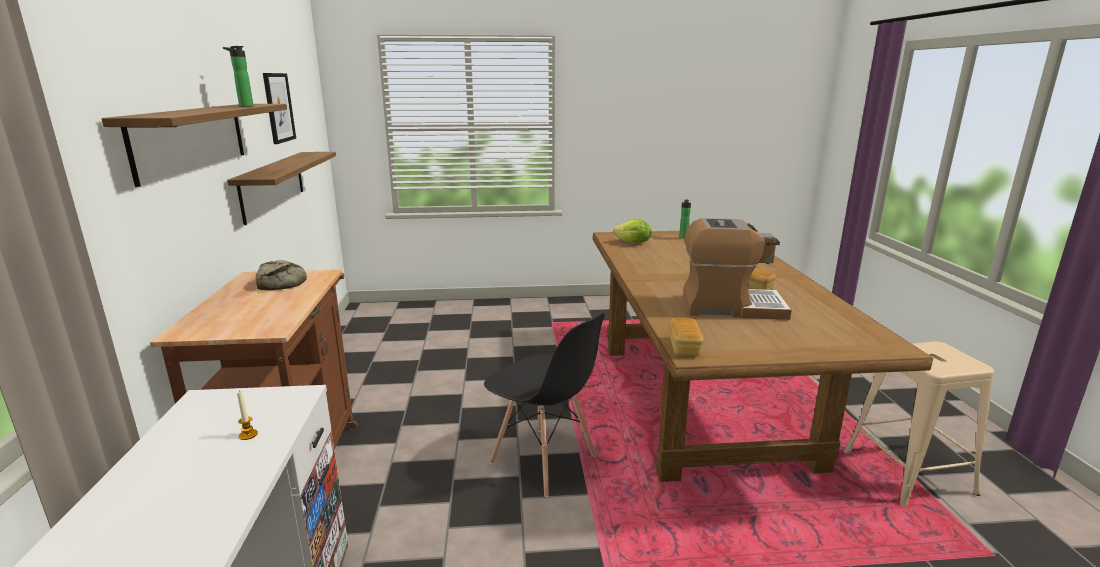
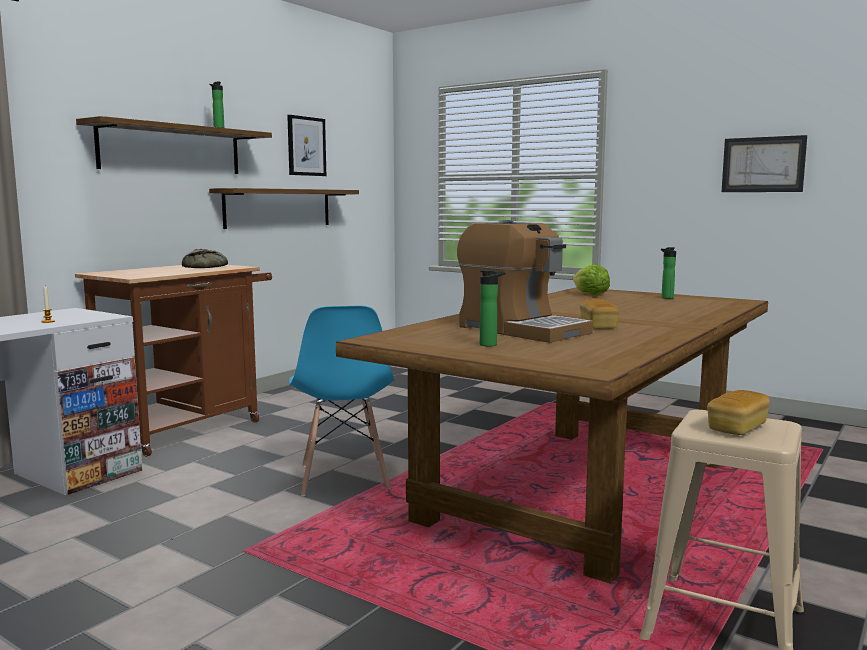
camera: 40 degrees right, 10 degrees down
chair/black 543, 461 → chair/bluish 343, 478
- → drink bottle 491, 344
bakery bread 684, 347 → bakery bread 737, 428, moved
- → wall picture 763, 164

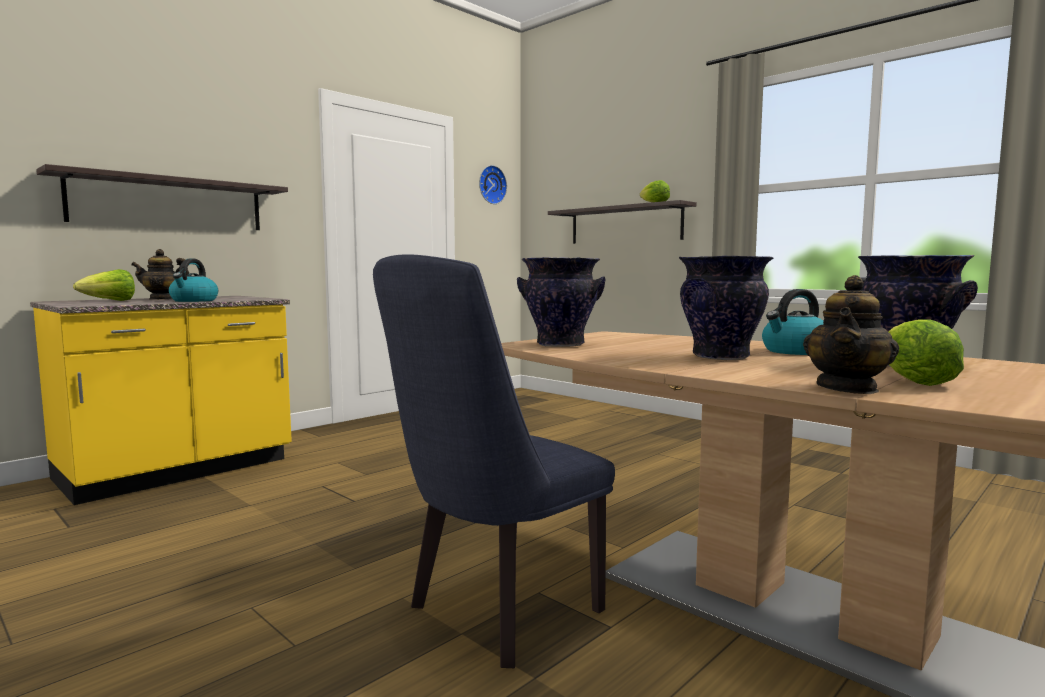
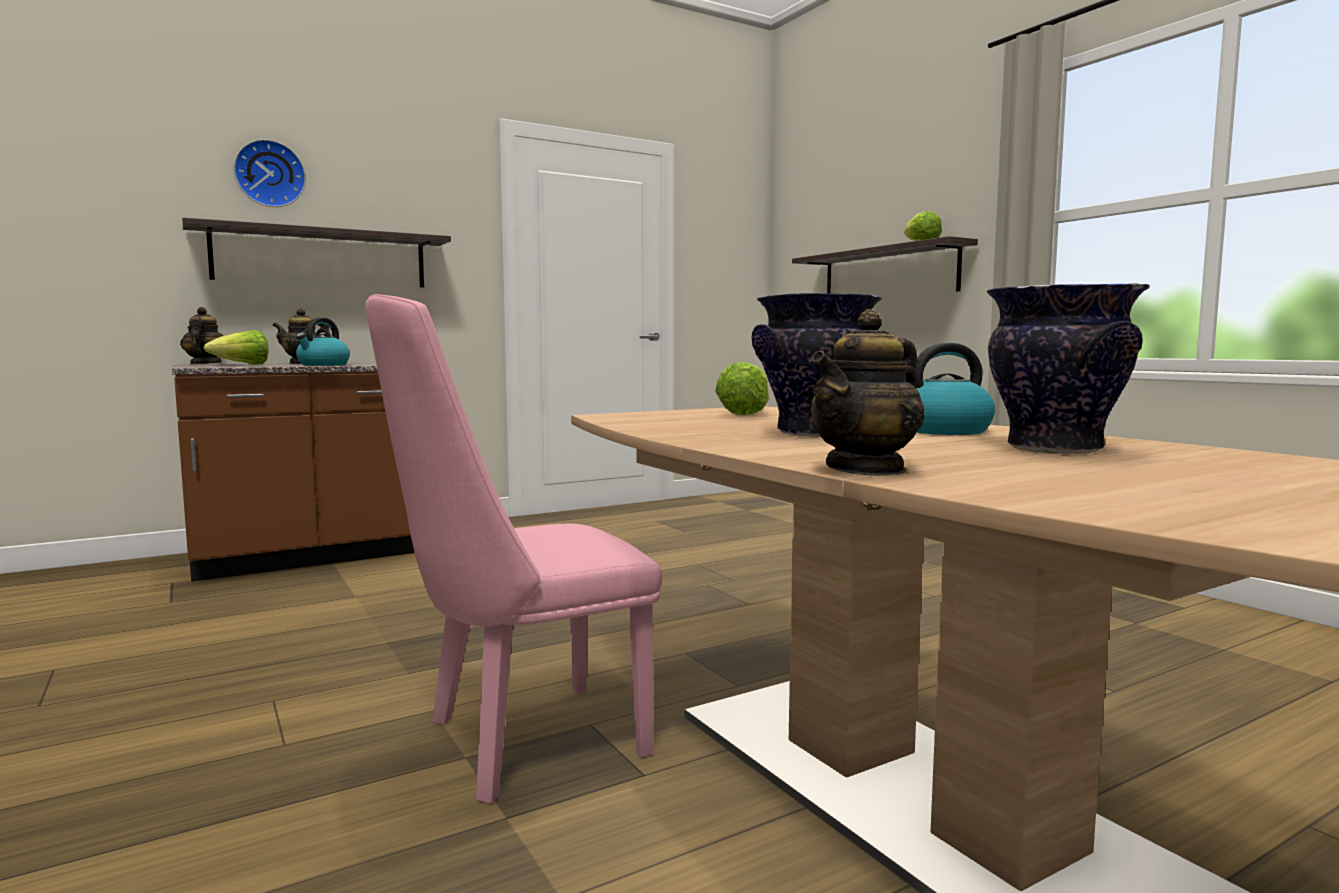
camera: 15 degrees right, 0 degrees up
kitchen base unit/yellow-coloured 176, 470 → kitchen base unit/brownish 311, 555
- → pot for tea 205, 364
wall clock 491, 185 → wall clock 269, 174, moved
chair/bluish 494, 615 → chair/pink-coloured 517, 743
head of lettuce 913, 382 → head of lettuce 744, 414, moved
flower vase 560, 345 → -

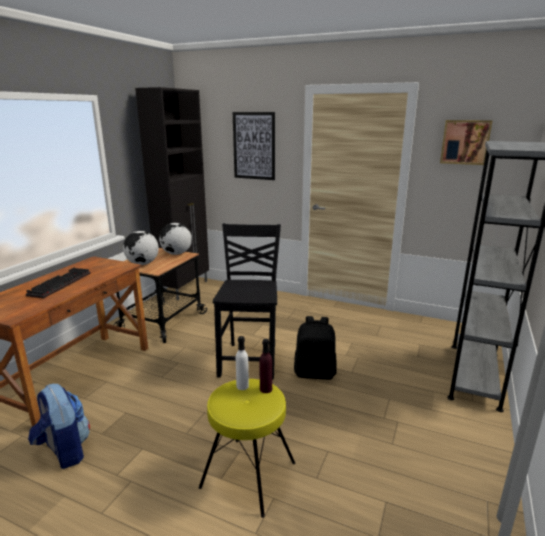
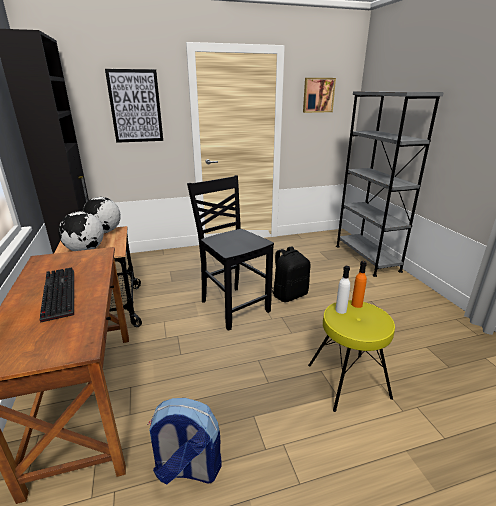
camera: 40 degrees left, 5 degrees up
drink bottle/purplish 266, 389 → drink bottle/orangey 356, 304

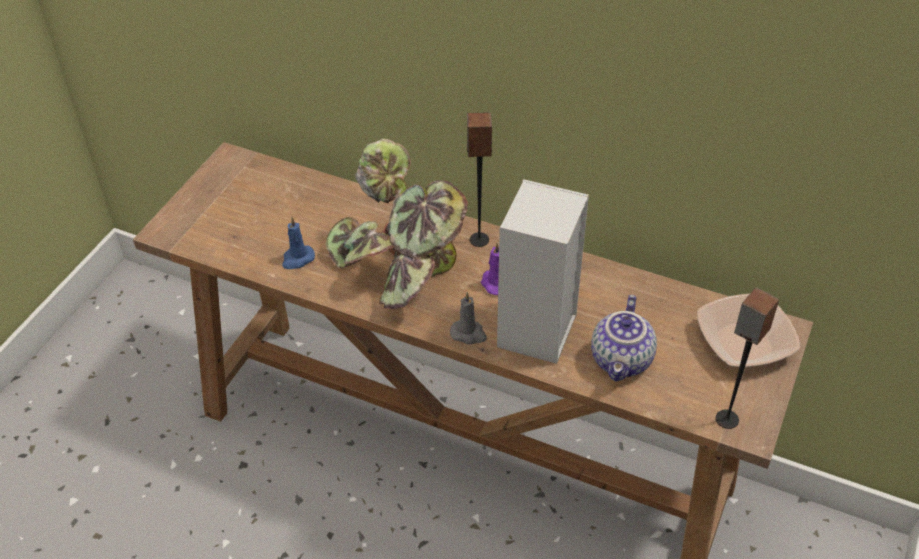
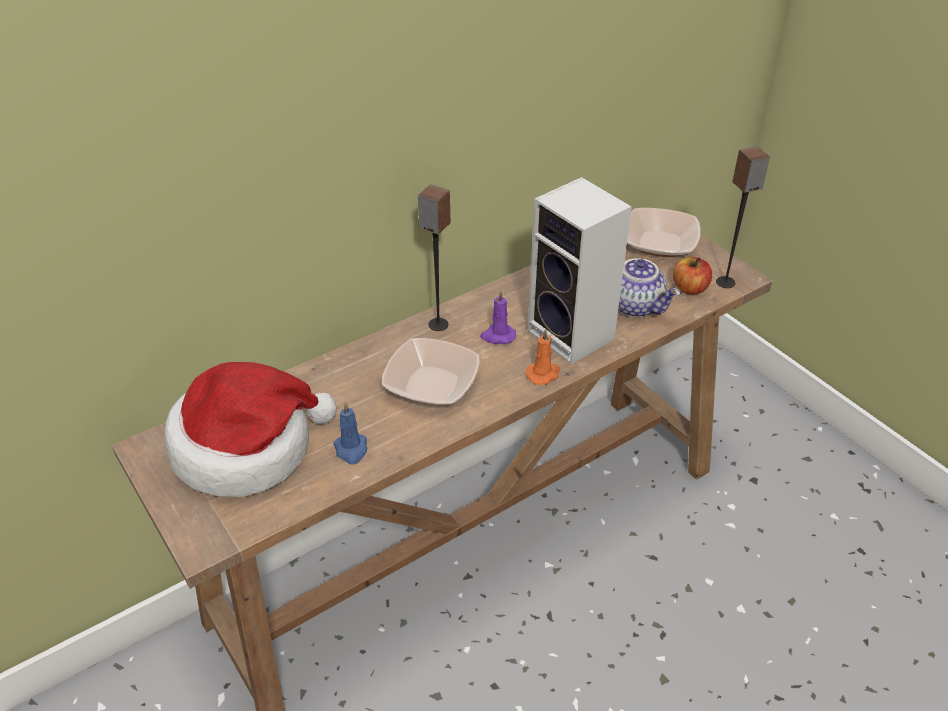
camera: 60 degrees left, 5 degrees down
- → hat 247, 447
potted plant 401, 270 → deep dish 432, 385
wax light/gray 469, 333 → wax light/orangey 543, 374
- → apple fruit 689, 288

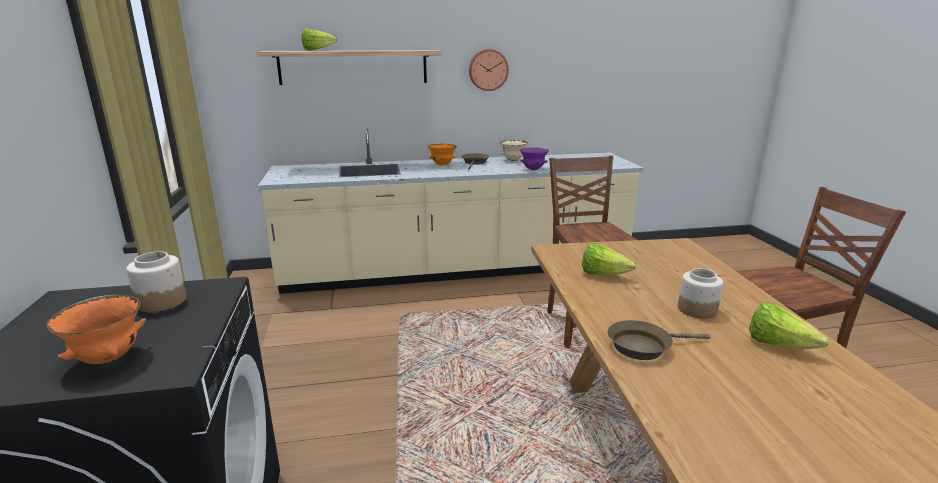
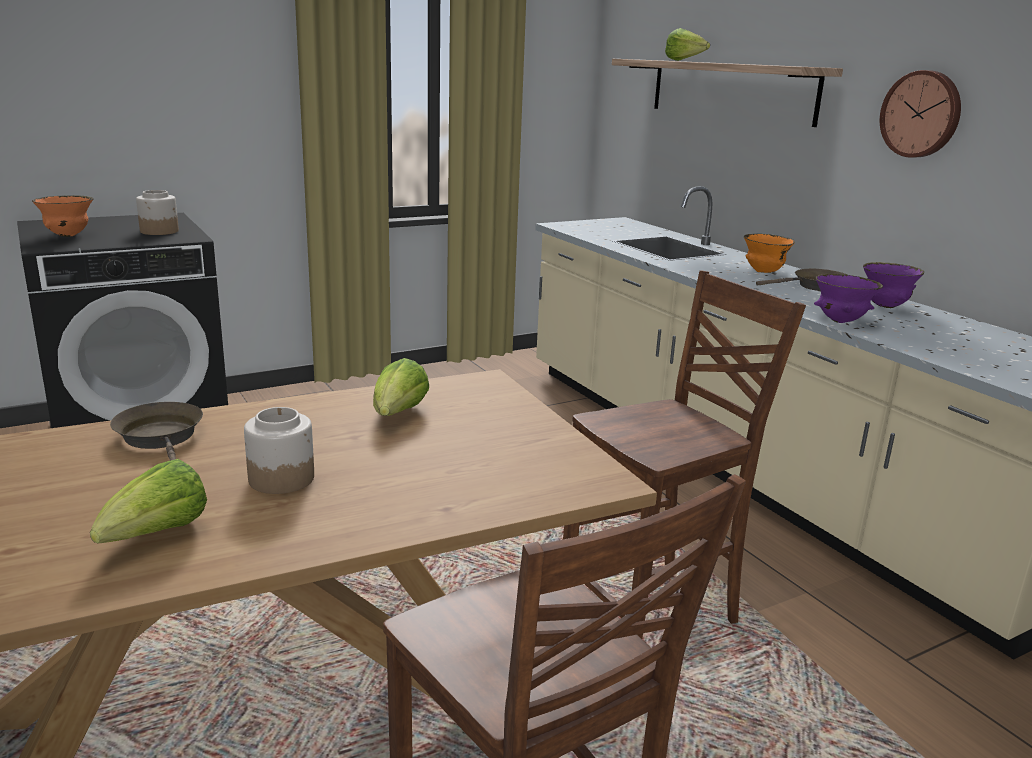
camera: 70 degrees right, 0 degrees up
deep dish/beige 513, 160 → deep dish/purplish 885, 306

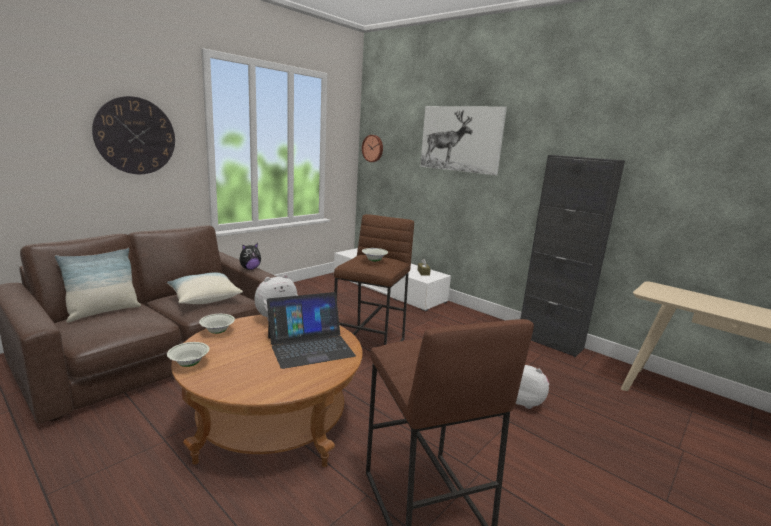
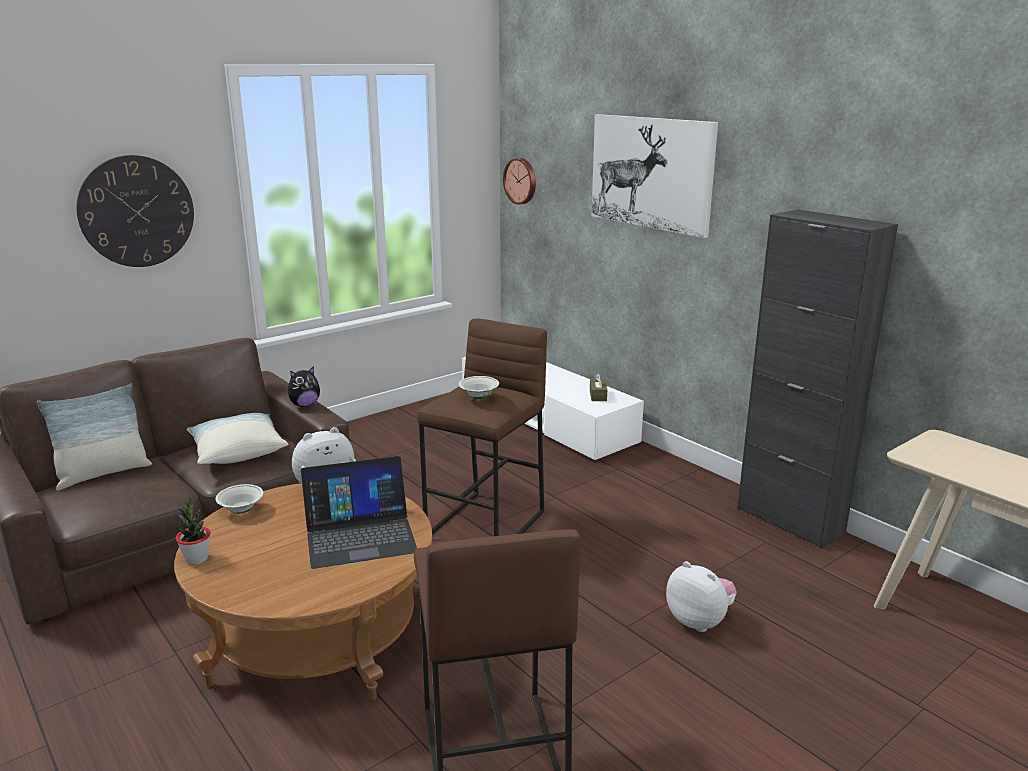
camera: 10 degrees right, 5 degrees up
deep dish/white-coloured 189, 364 → potted plant 196, 559

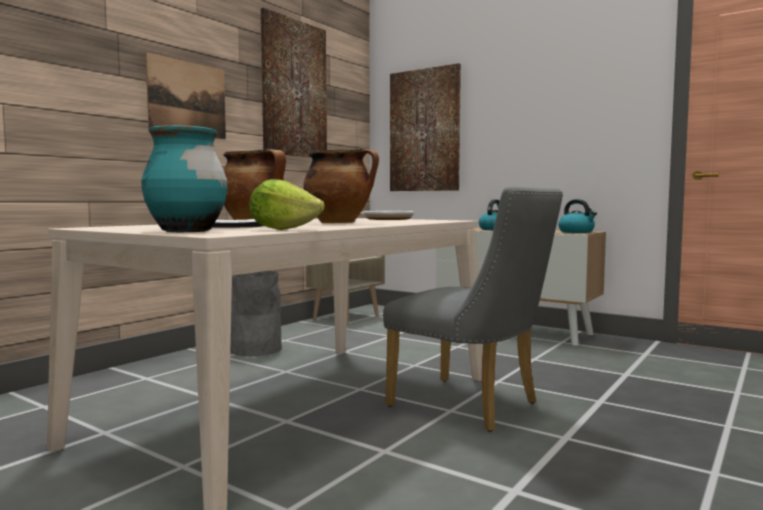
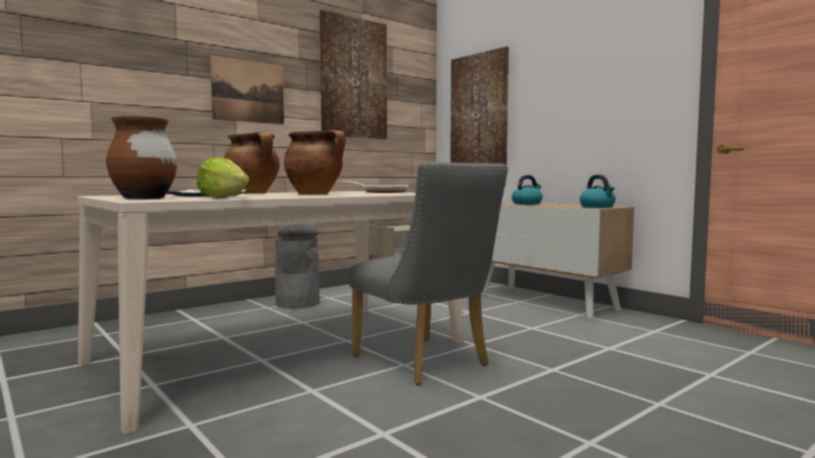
camera: 15 degrees right, 0 degrees up
flower vase/turquoise 187, 231 → flower vase/brownish 144, 198

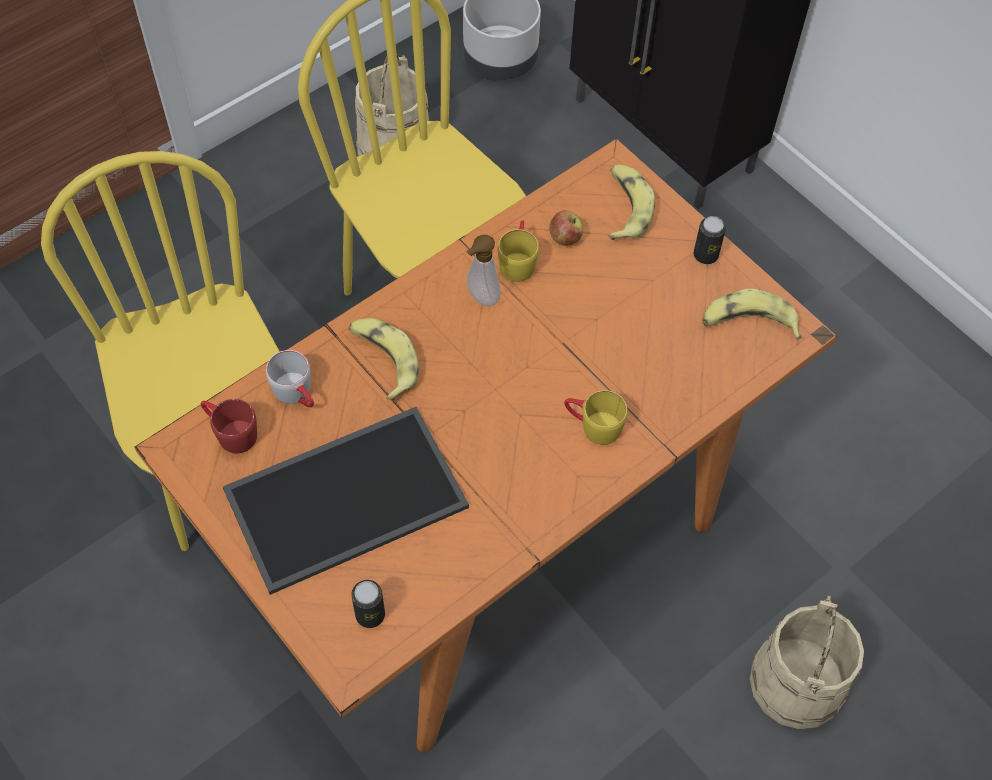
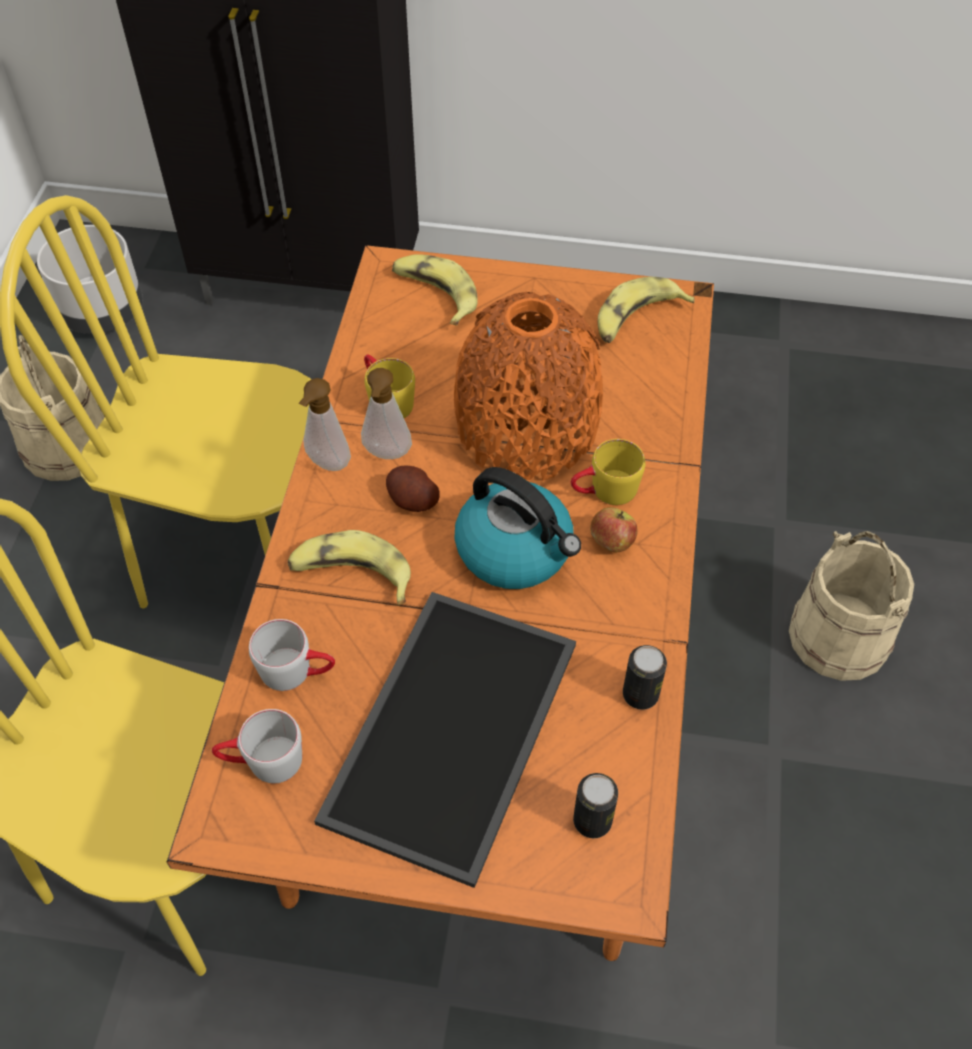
camera: 40 degrees left, 5 degrees down
tea mug/reddish 230, 432 → tea mug/gray 262, 762
- → liquid soap bottle 326, 465
- → whole potato 412, 500
- → flower vase/orangey 526, 428
- → water kettle 516, 550
apple fruit 565, 238 → apple fruit 611, 542, moved
can 705, 255 → can 640, 694, moved

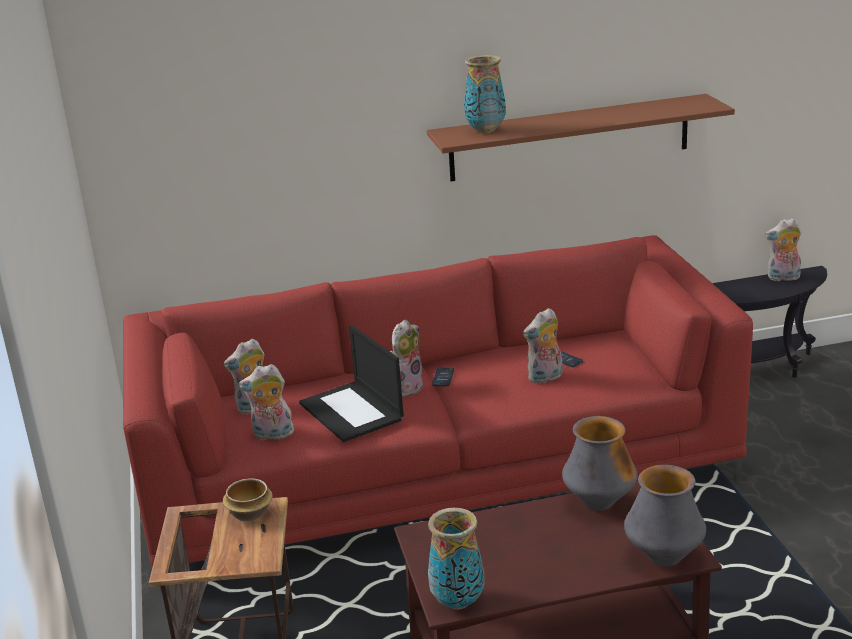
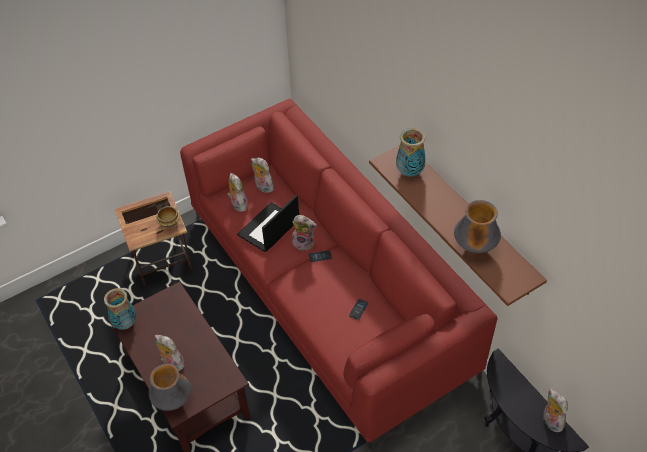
camera: 70 degrees right, 25 degrees up
soft toy 545, 378 → soft toy 171, 363, moved
flower vase 599, 504 → flower vase 475, 247, moved

